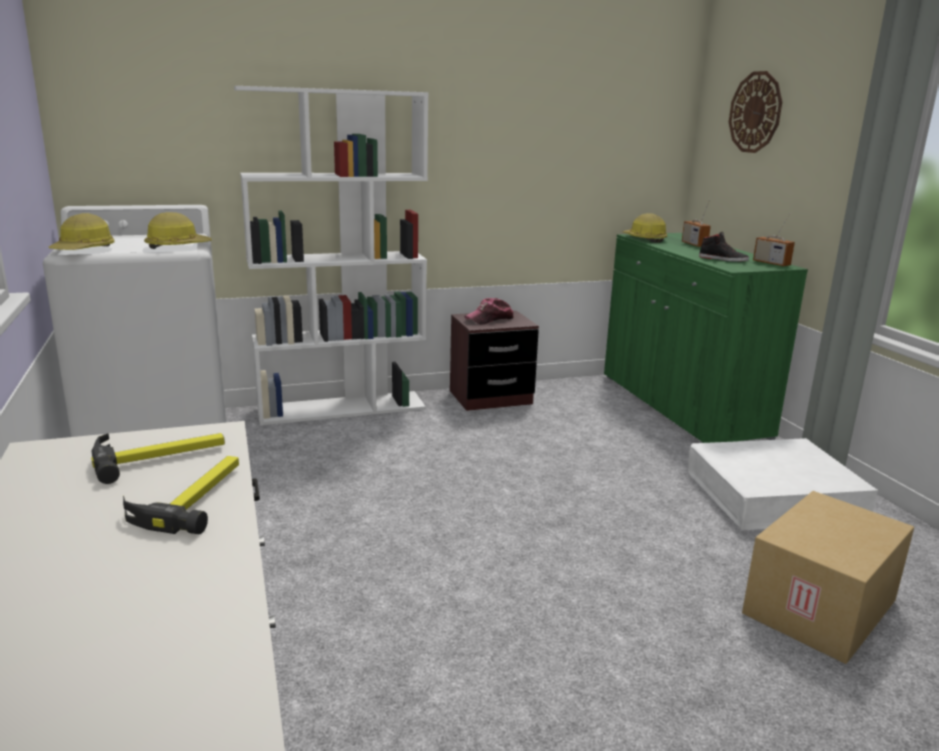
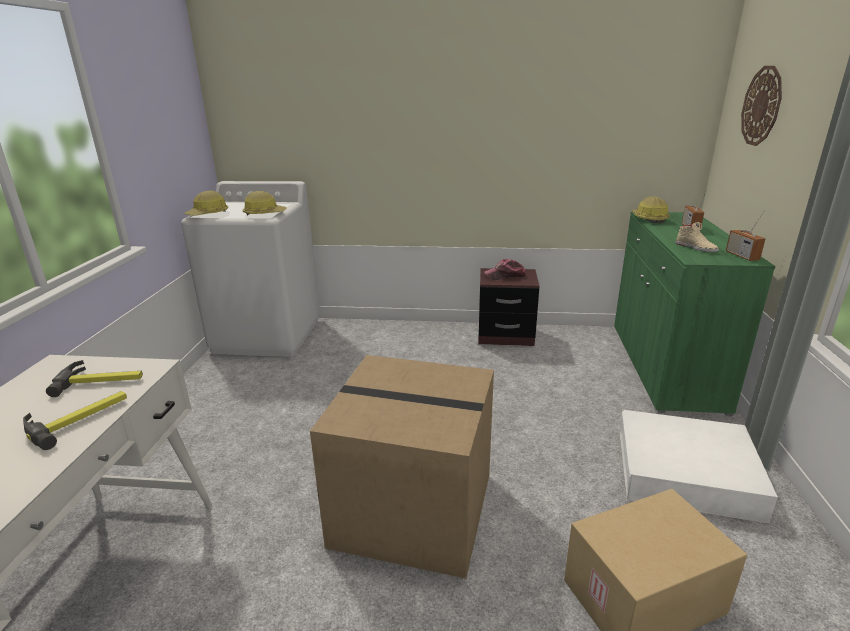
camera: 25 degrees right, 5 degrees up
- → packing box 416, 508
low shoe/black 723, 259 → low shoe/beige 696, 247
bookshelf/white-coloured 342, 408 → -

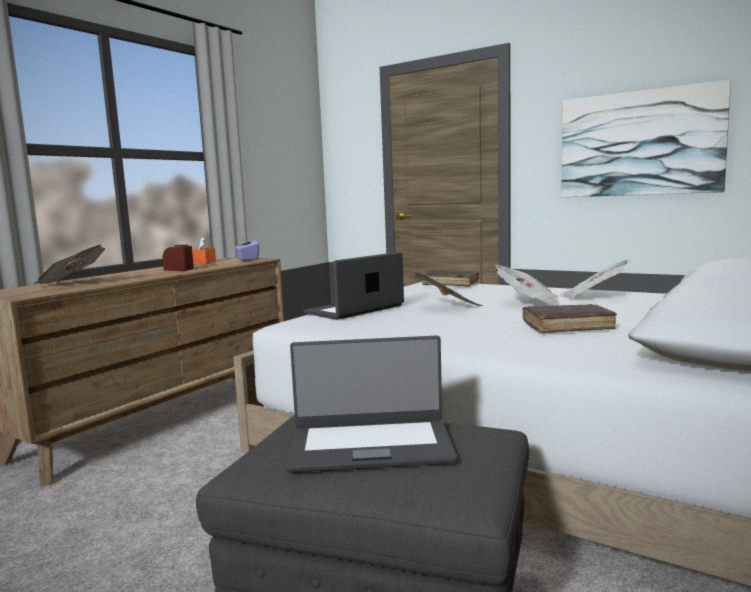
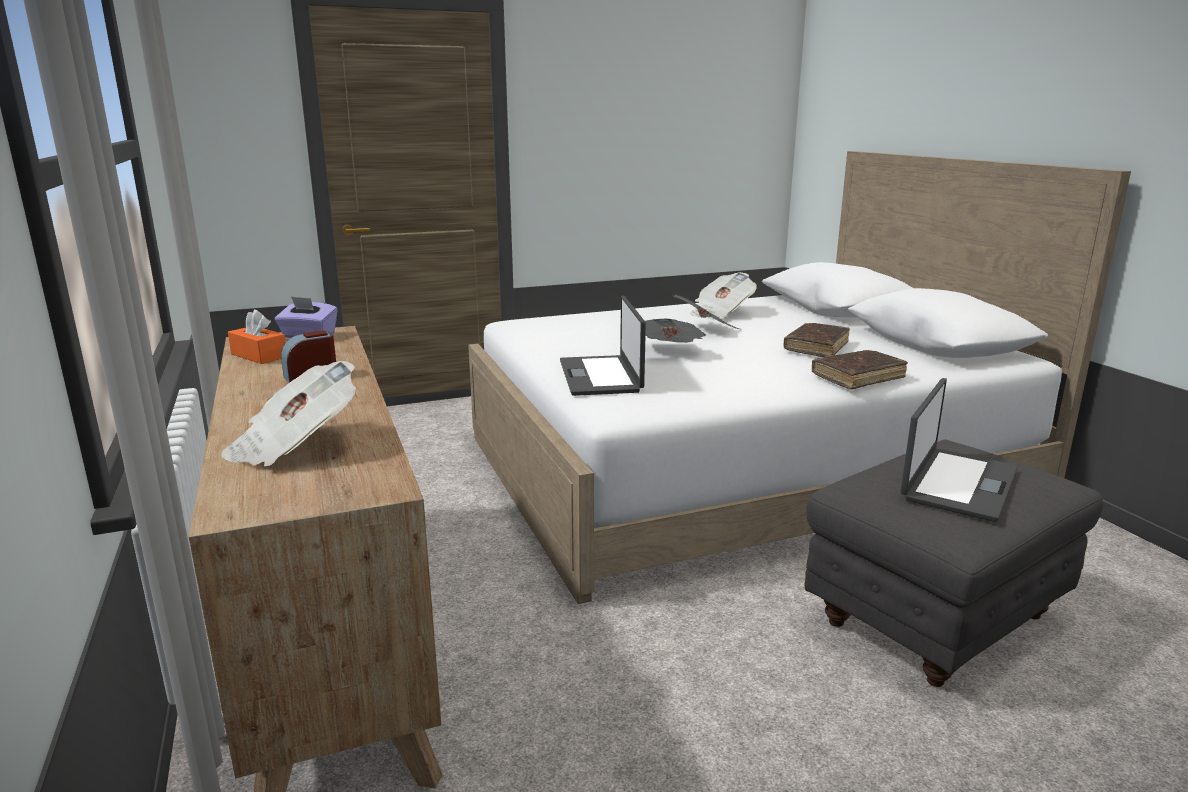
camera: 55 degrees left, 10 degrees up
volume/brownish 450, 284 → volume/brownish 858, 377, moved
wall picture 639, 143 → -

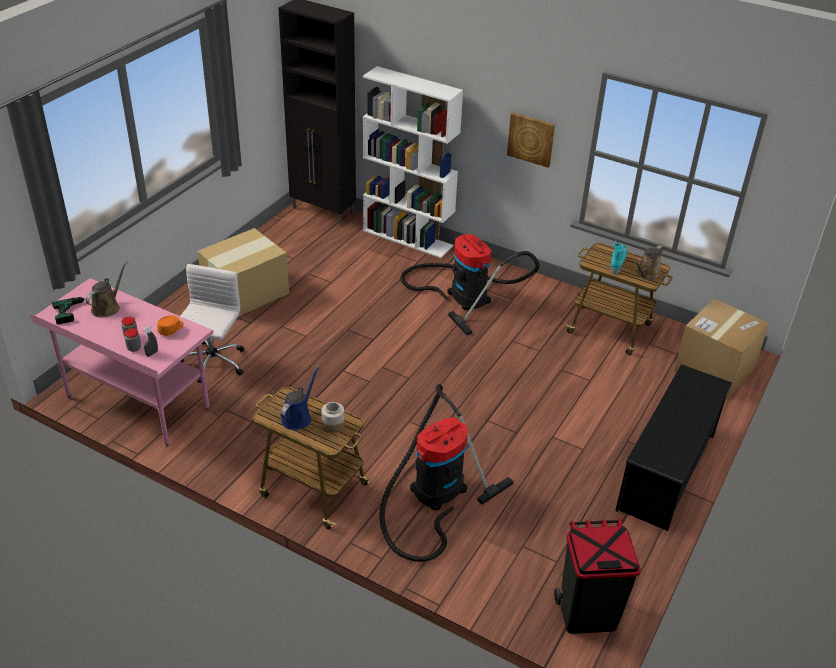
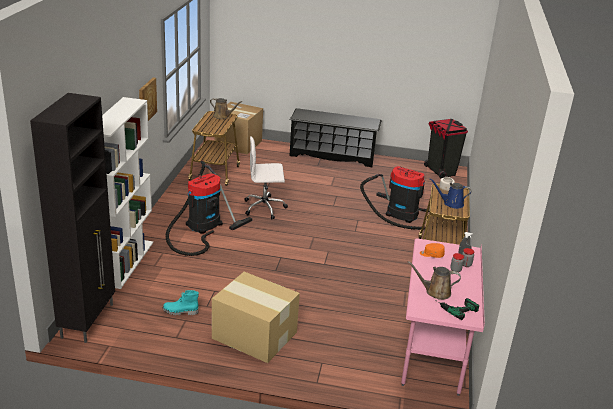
camera: 110 degrees left, 10 degrees down
boot/turquoise 616, 263 → boot/turquoise 180, 312, moved
desk chair/white-coloured 212, 363 → desk chair/white-coloured 265, 208, moved

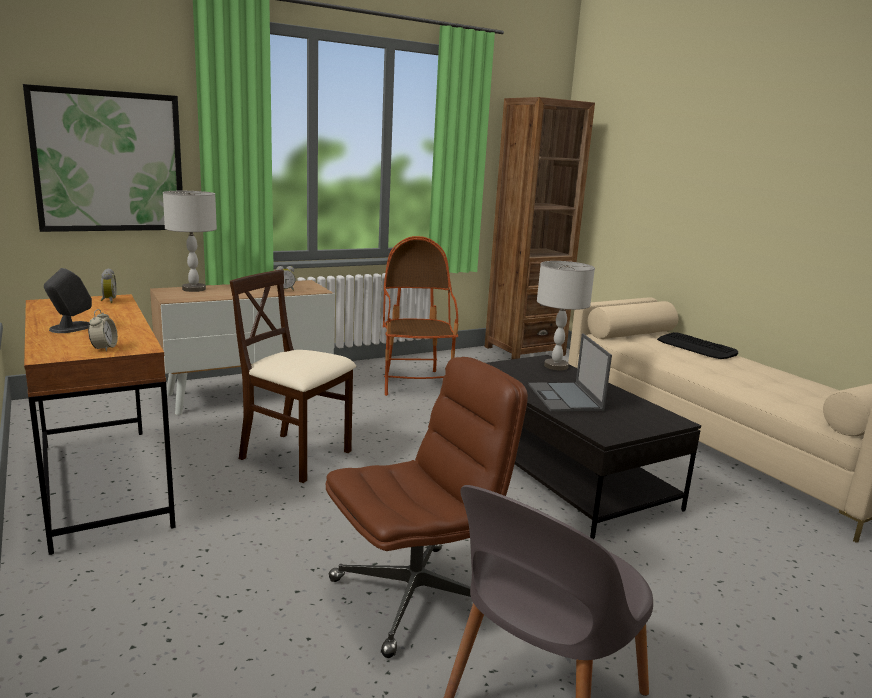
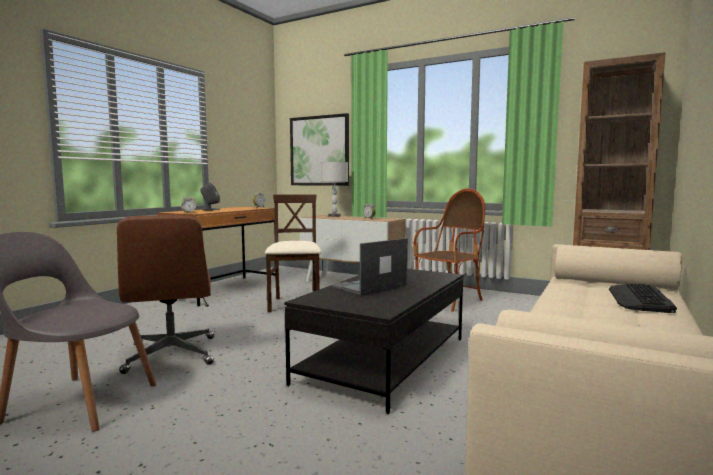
camera: 60 degrees right, 10 degrees down
desk chair/brownish 416, 596 → desk chair/brownish 172, 355, 45 degrees clockwise
lamp for a table/gray 556, 366 → -

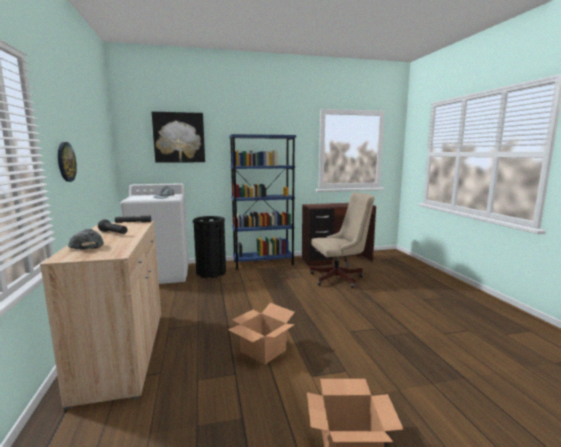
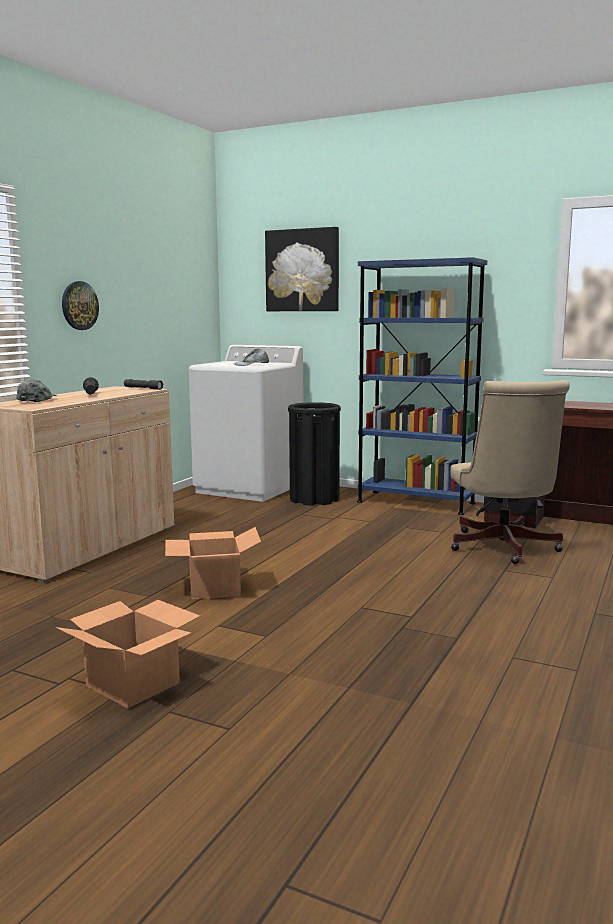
camera: 40 degrees right, 0 degrees up
desk chair/beige 340, 278 → desk chair/beige 503, 548, 60 degrees clockwise

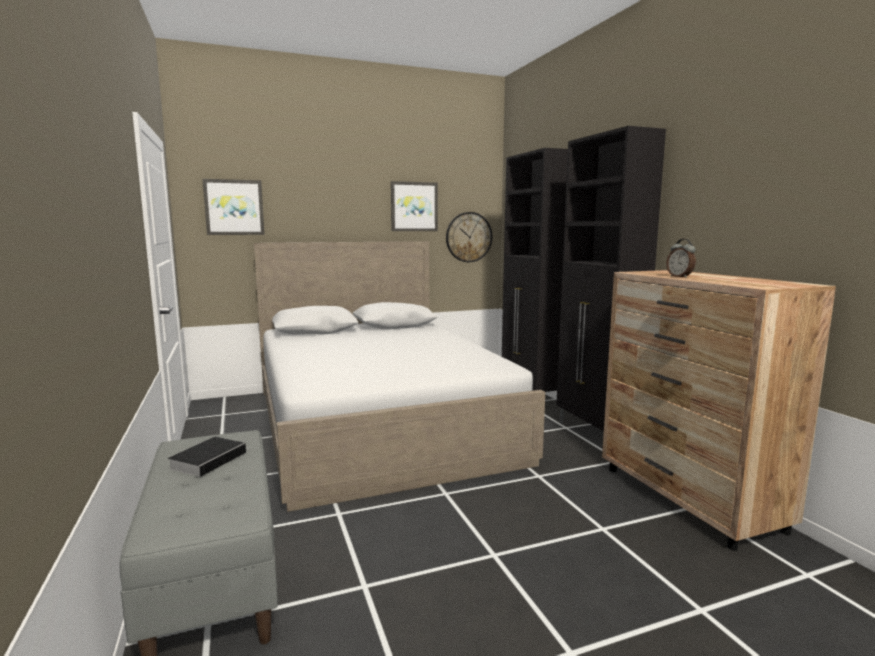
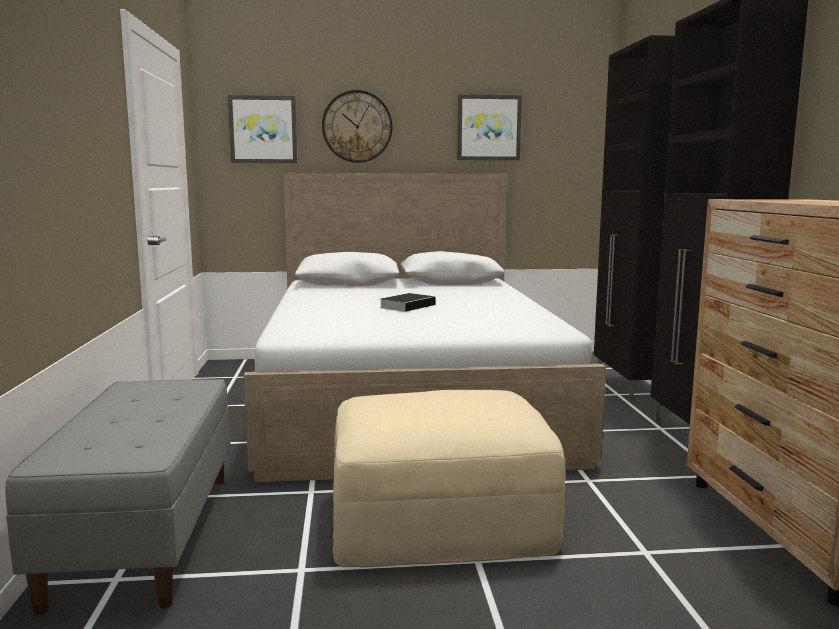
camera: 15 degrees right, 0 degrees up
wall clock 468, 237 → wall clock 357, 126, moved
- → pouffe/beige 440, 517
volume 209, 459 → volume 408, 306, moved
bedside clock 680, 277 → -

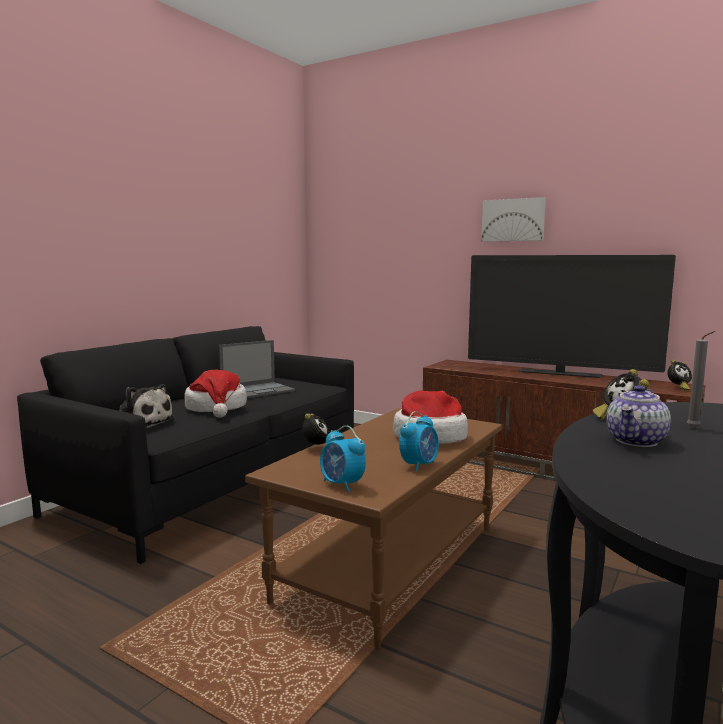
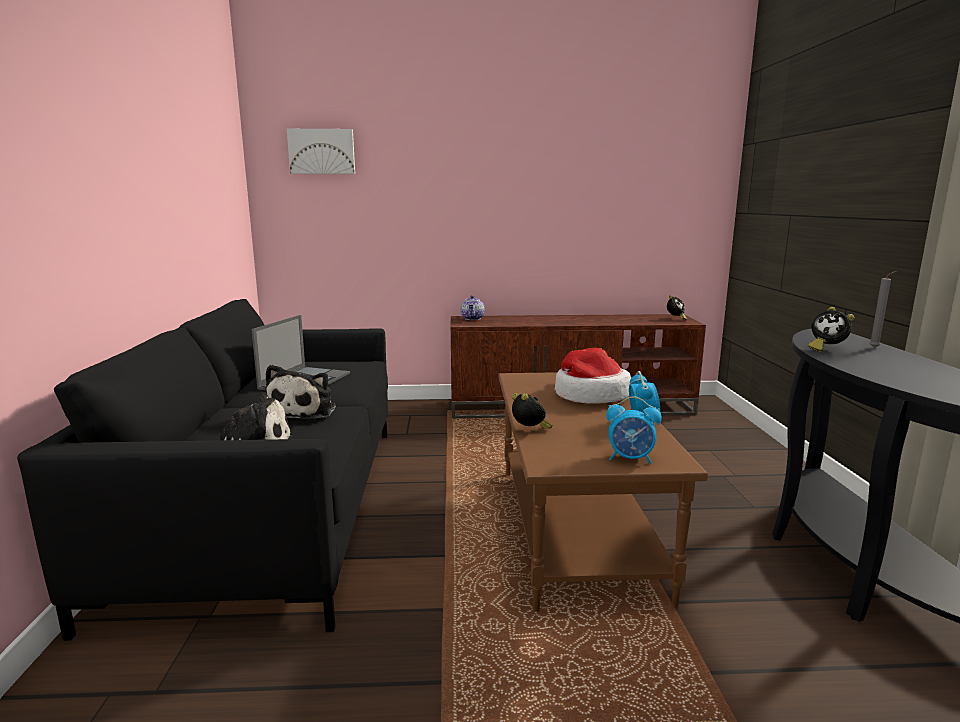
camera: 35 degrees left, 5 degrees up
hat 216, 408 → soft toy 304, 411
wall picture 513, 220 → wall picture 322, 151, moved
pot for tea 636, 441 → pot for tea 473, 318, moved
television 559, 373 → -

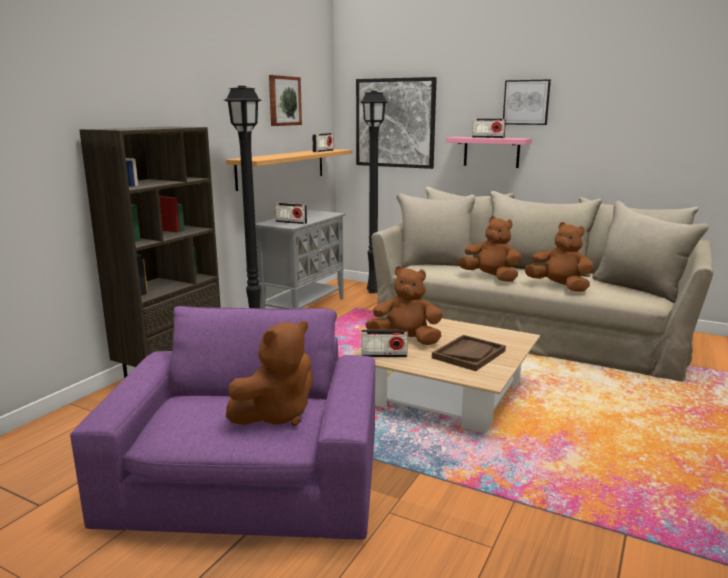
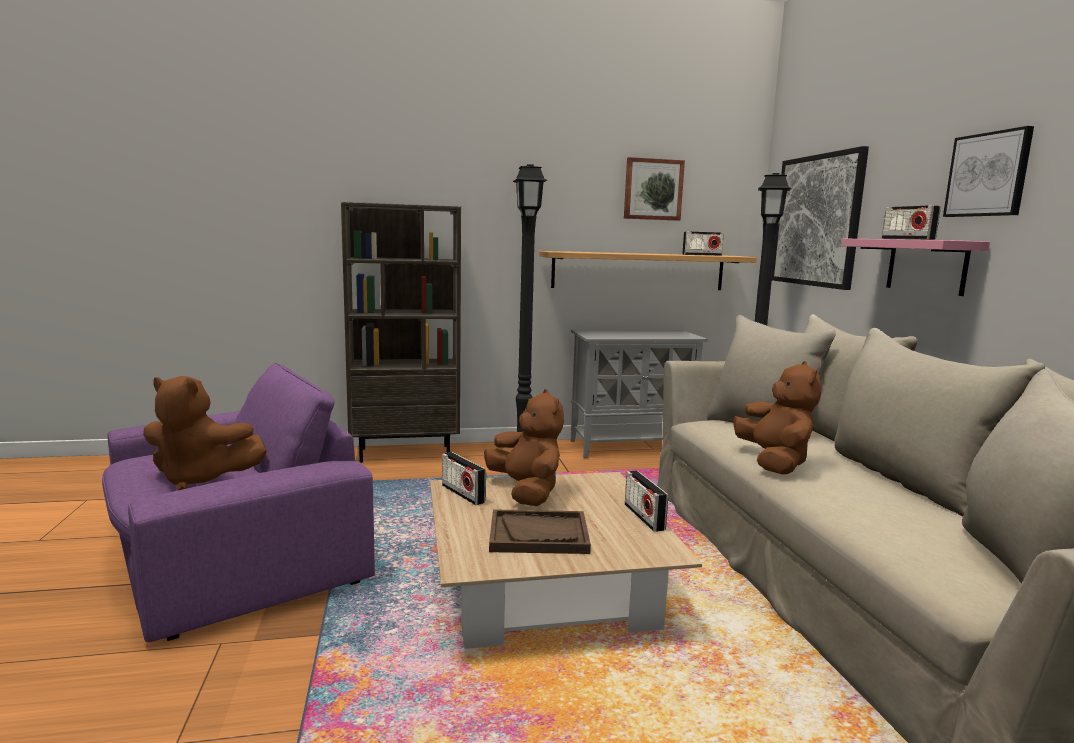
camera: 50 degrees right, 5 degrees down
radio set 291, 222 → radio set 644, 517, moved
soft toy/brownish 559, 287 → -

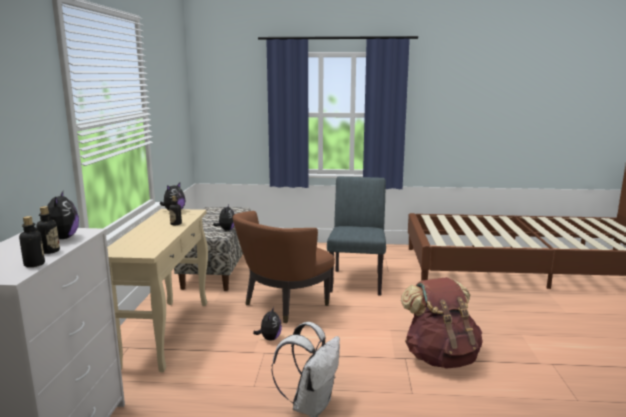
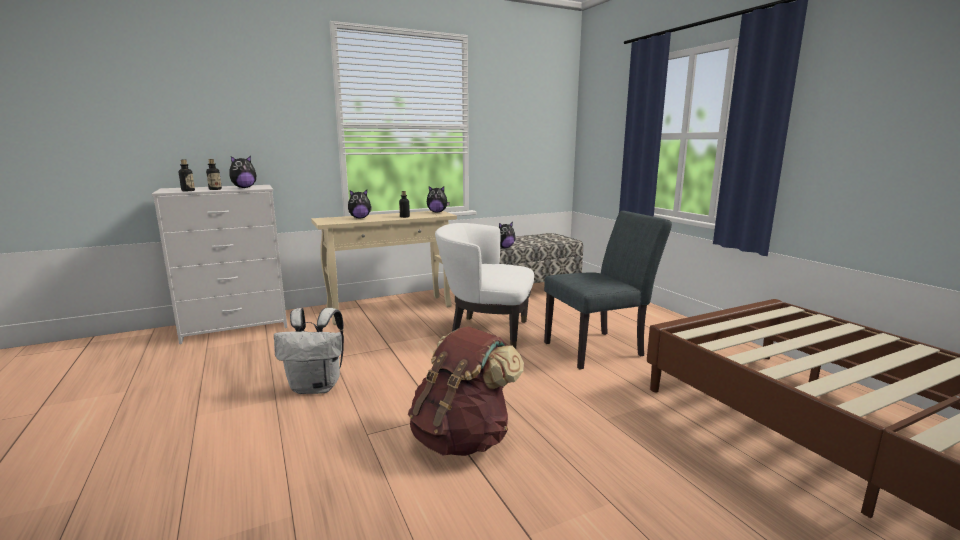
camera: 60 degrees right, 0 degrees up
soft toy 269, 338 → soft toy 360, 218, moved
lounge chair/brownish 283, 305 → lounge chair/white-coloured 486, 331

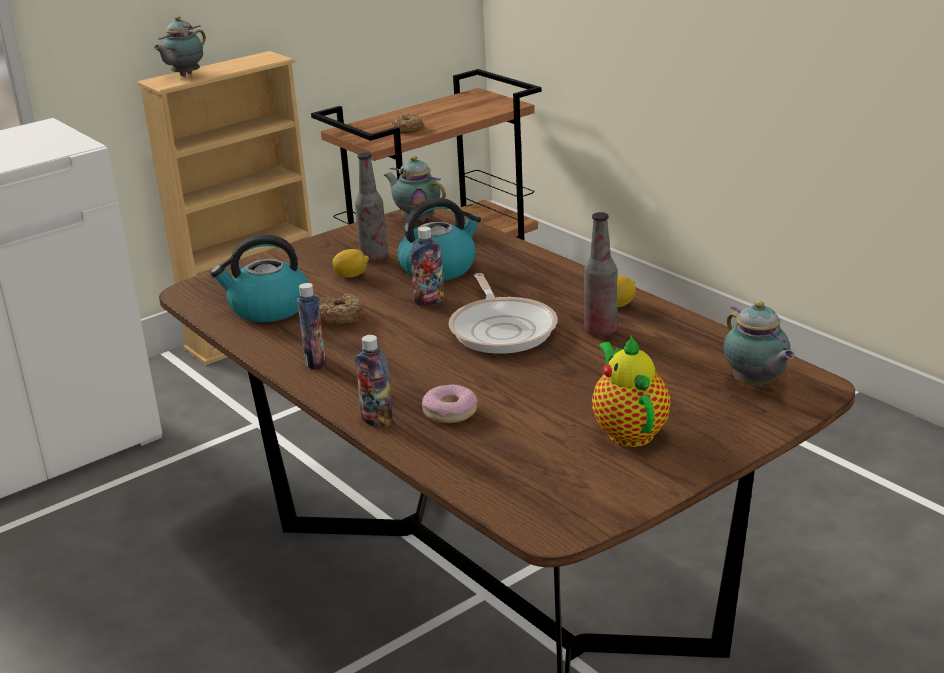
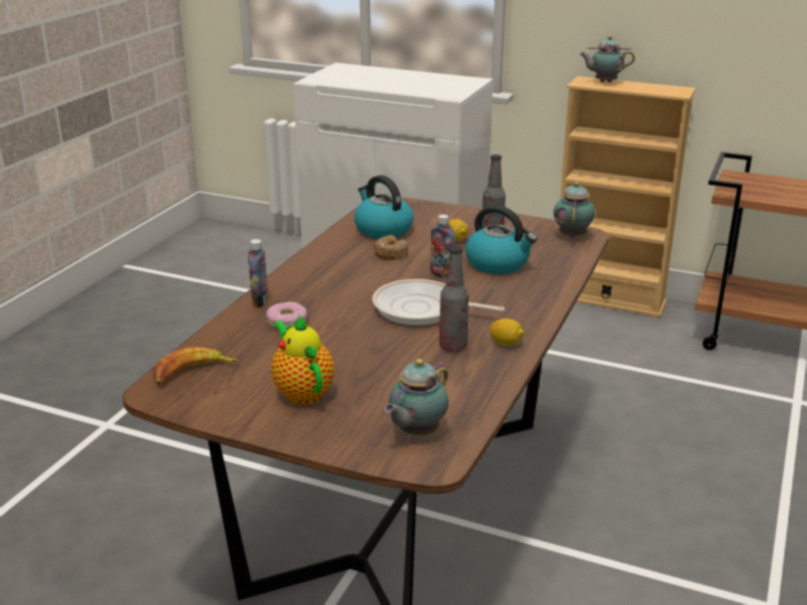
camera: 60 degrees right, 0 degrees up
- → whole banana 192, 372
pot for tea 628, 431 → pot for tea 302, 392, 75 degrees counterclockwise
skillet 502, 329 → skillet 422, 309, 60 degrees clockwise
drink bottle 315, 362 → -
doughnut 408, 129 → -

